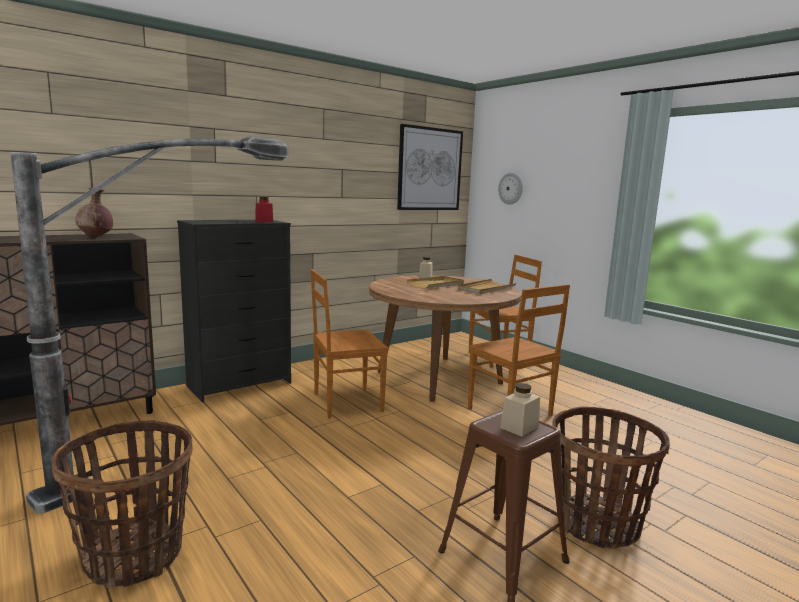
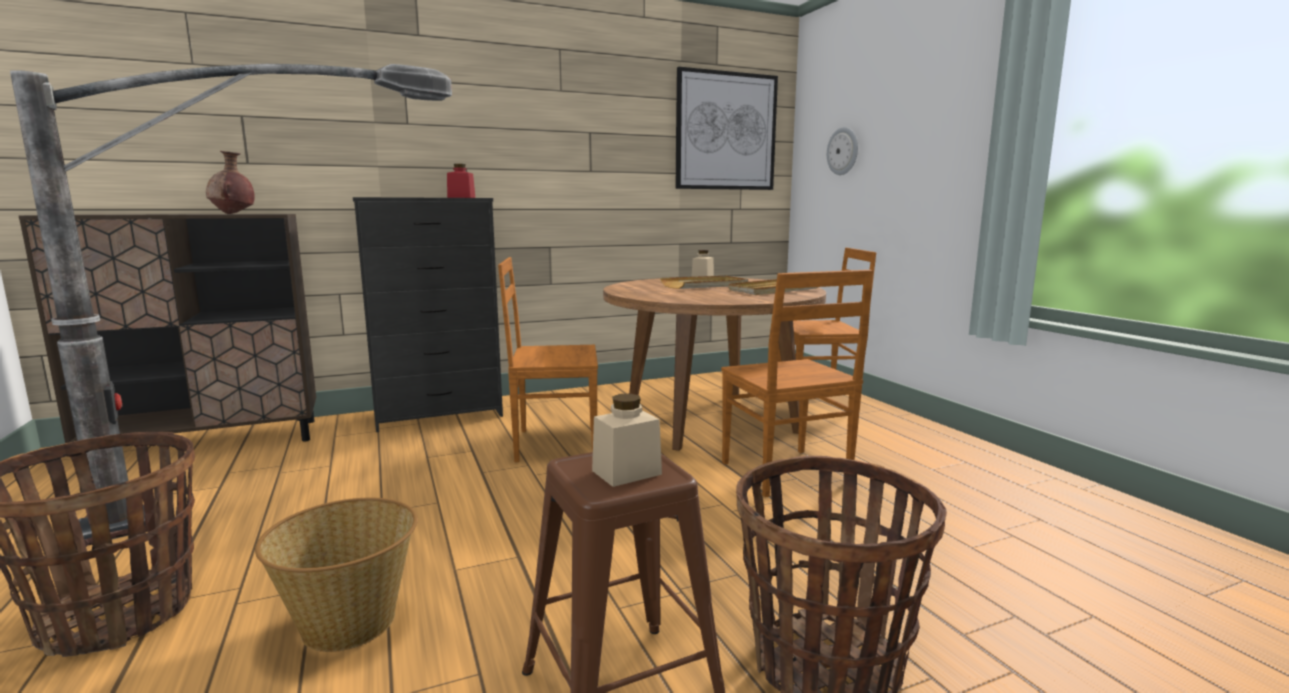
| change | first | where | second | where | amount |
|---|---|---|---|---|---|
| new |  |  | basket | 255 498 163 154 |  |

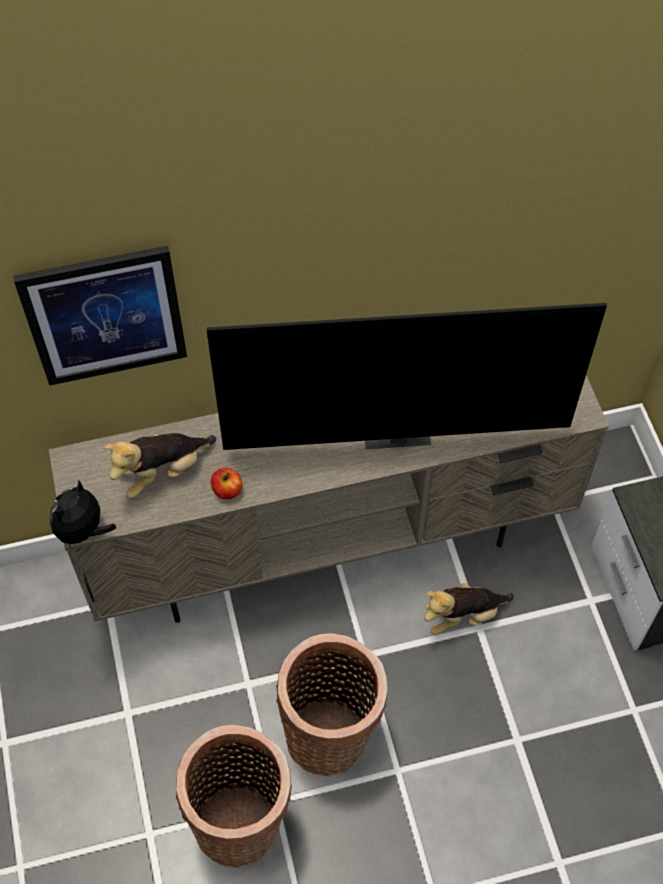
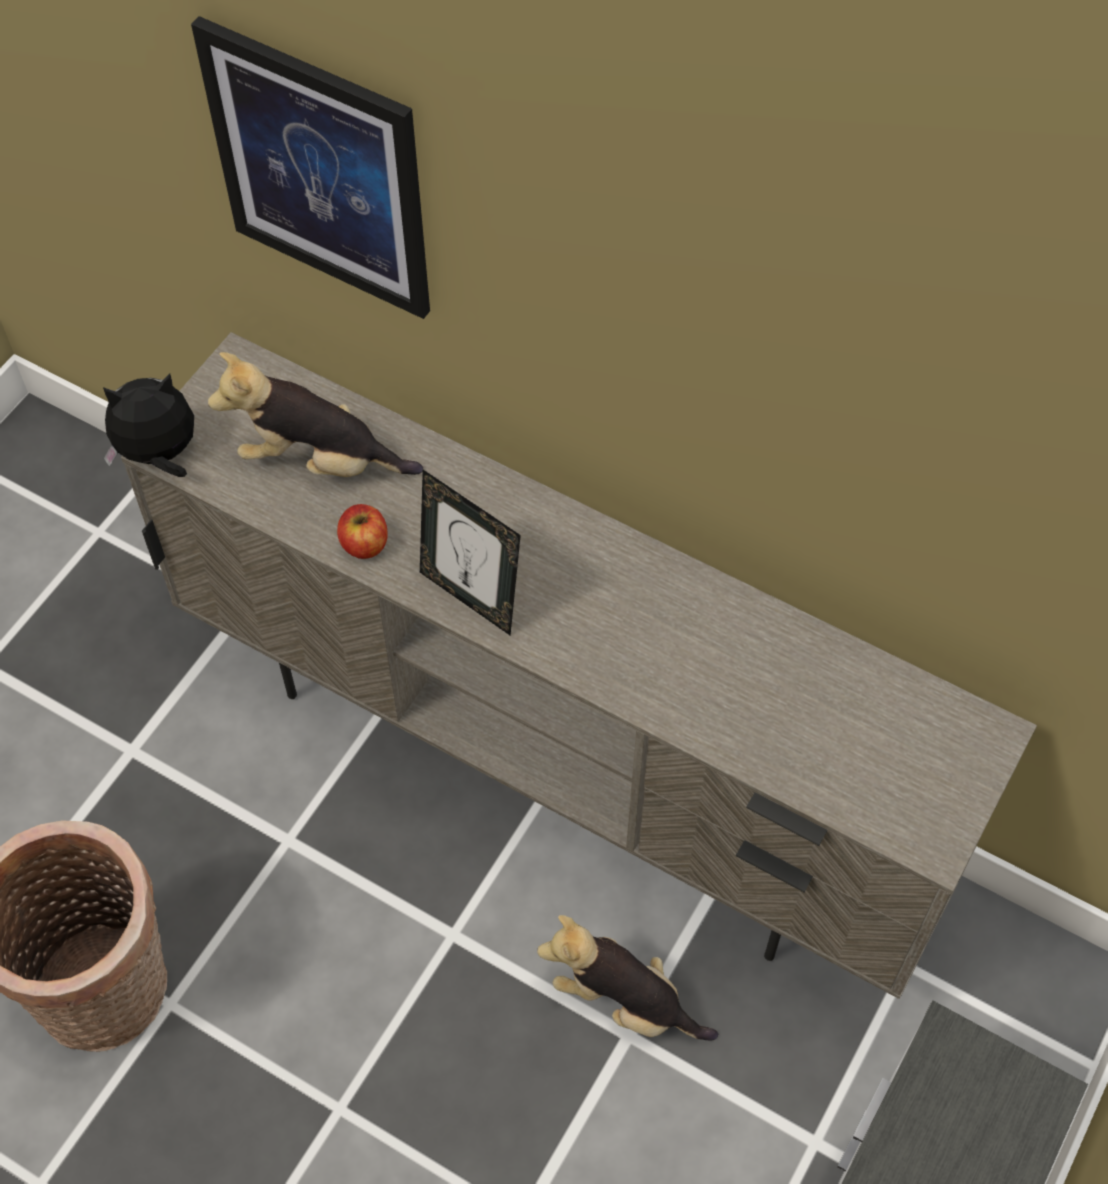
| change | first | where | second | where | amount |
|---|---|---|---|---|---|
| gone | TV set | 207 303 400 147 |  |  |  |
| gone | basket | 276 633 112 143 |  |  |  |
| new |  |  | picture frame | 420 470 101 166 |  |

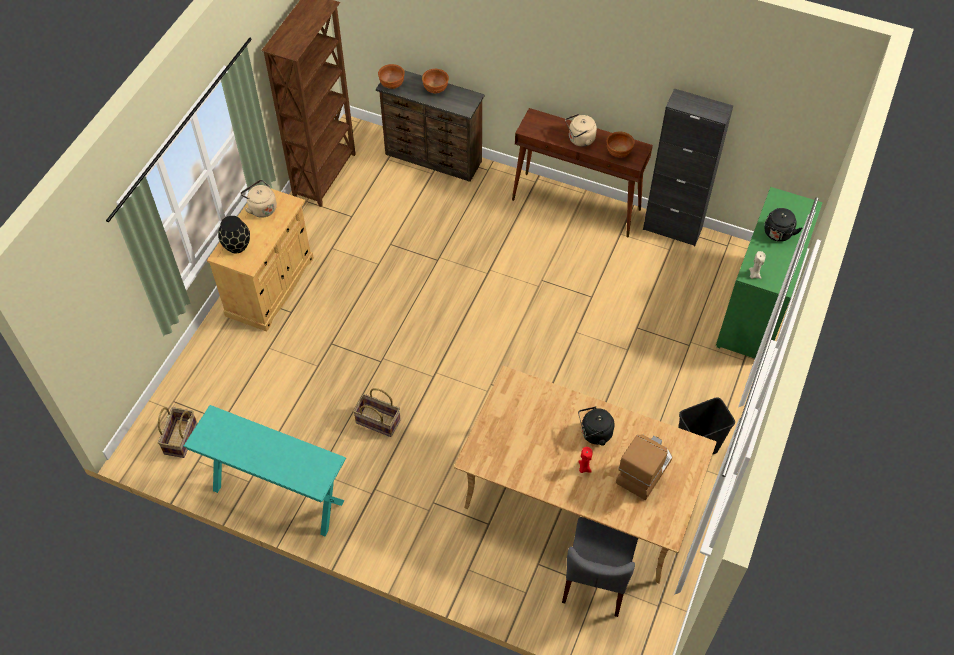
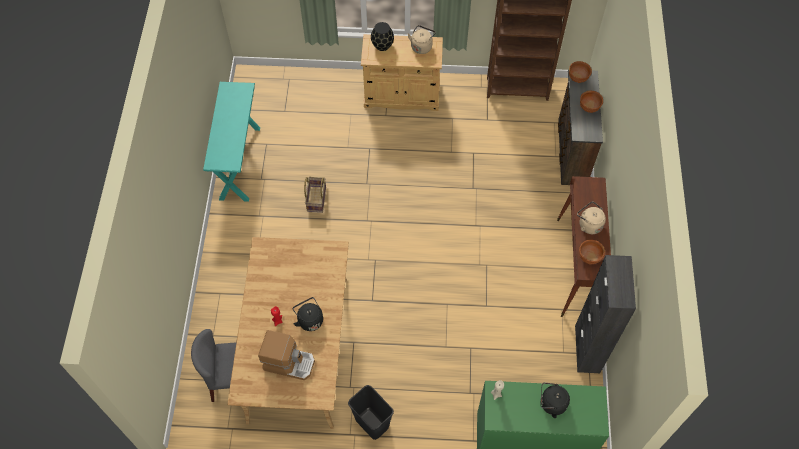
| change | first | where | second | where | amount |
|---|---|---|---|---|---|
| gone | basket | 158 407 39 51 |  |  |  |

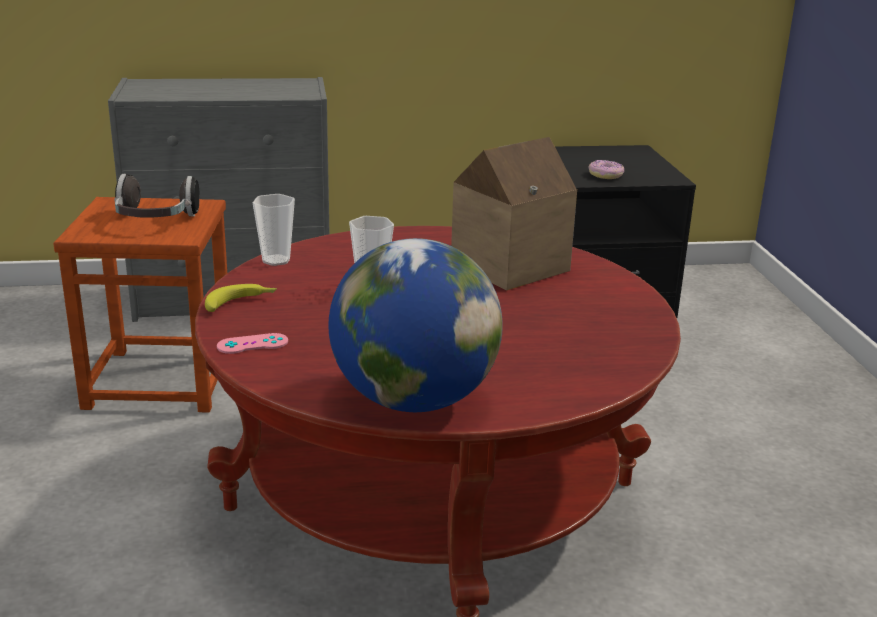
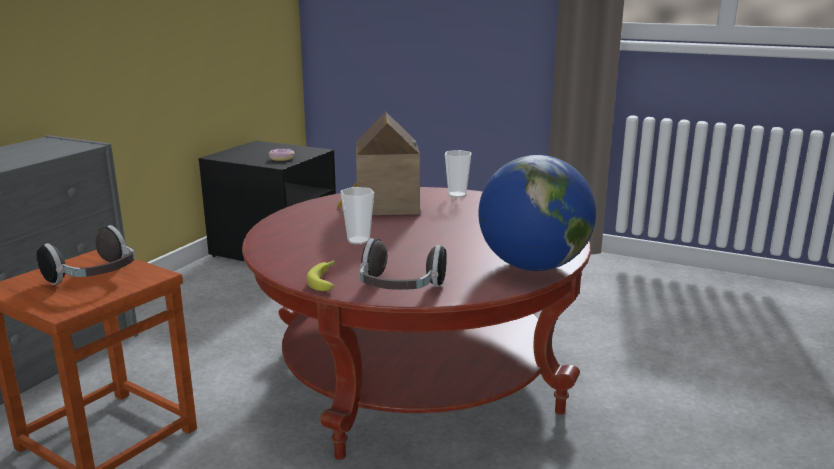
| change | first | where | second | where | amount |
|---|---|---|---|---|---|
| shifted | cup | 253 194 42 72 |  | 445 150 27 47 |  |
| swapped | pinkish game controller | 217 333 71 21 | headset | 360 238 87 52 |  |

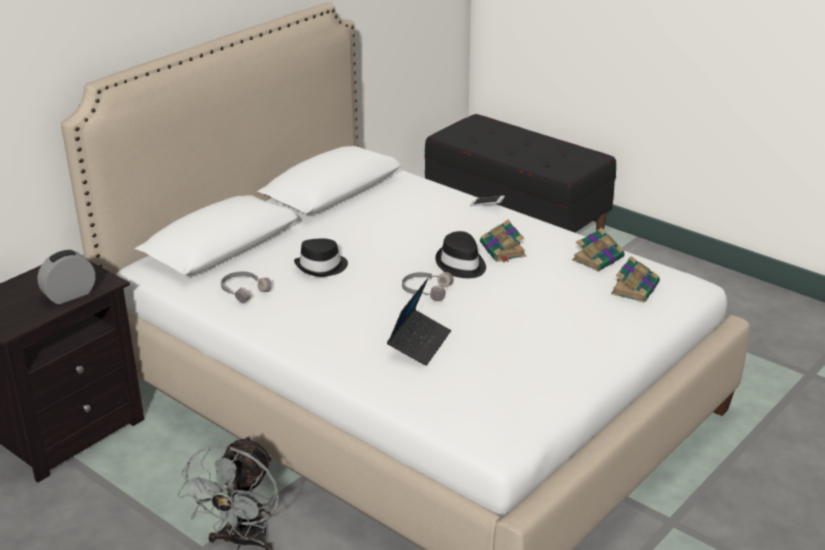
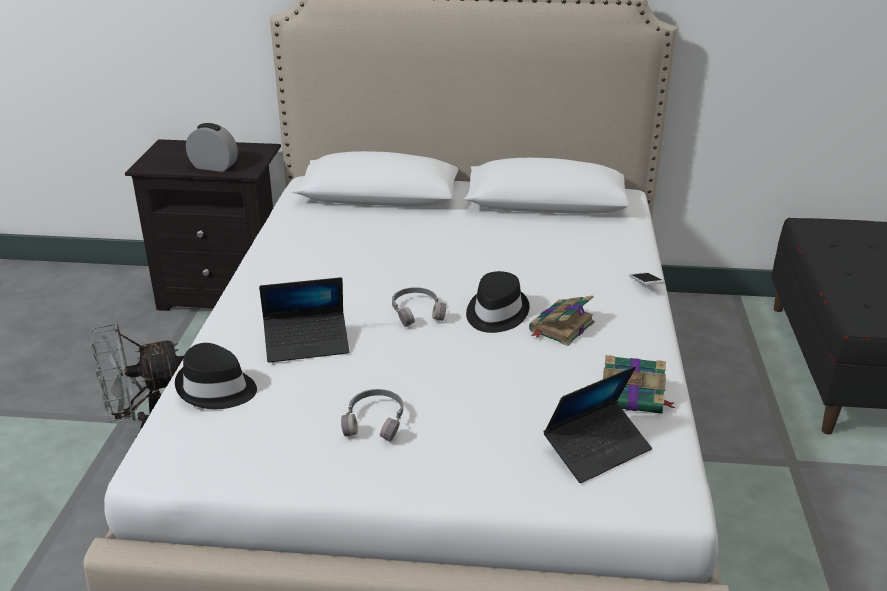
| change | first | where | second | where | amount |
|---|---|---|---|---|---|
| shifted | black clothing hat | 294 238 54 39 |  | 175 343 82 66 |  |
| swapped | book | 611 256 49 47 | notebook computer | 543 366 109 117 |  |
| shifted | grey headset | 221 272 50 31 |  | 341 389 62 53 |  |

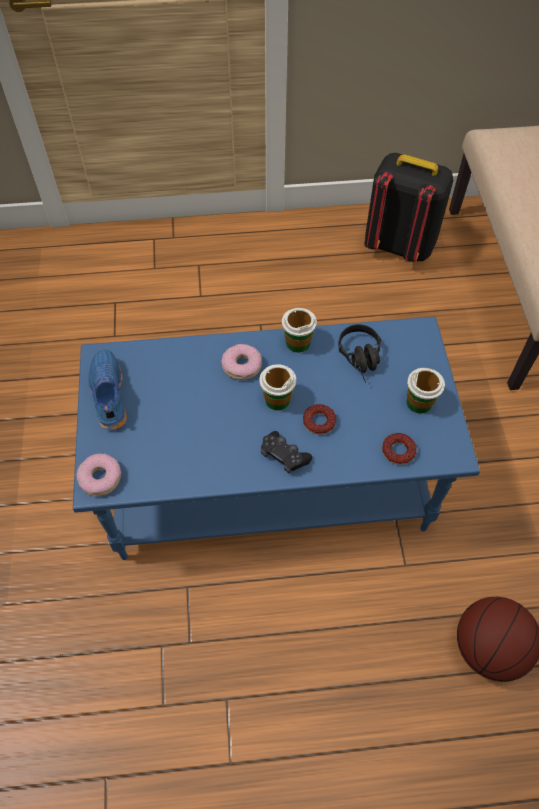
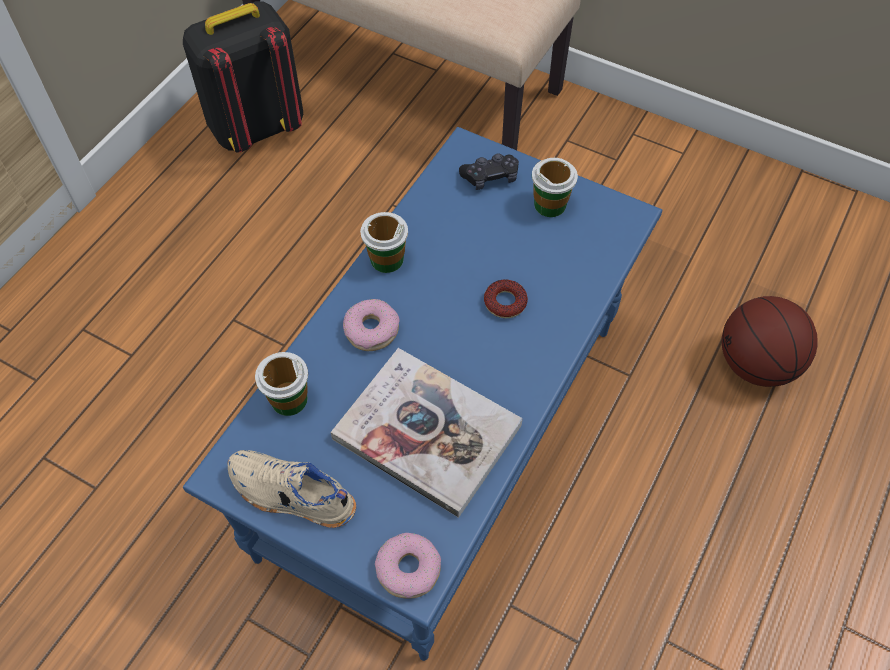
| change | first | where | second | where | amount |
|---|---|---|---|---|---|
| gone | black headset | 338 324 43 59 |  |  |  |
| repainted | blue low shoe | 88 349 39 81 | beige-coloured low shoe | 228 450 128 78 |  |
| shifted | cup | 259 364 37 47 |  | 255 352 53 64 |  |
| shifted | black game controller | 261 431 51 42 |  | 459 153 60 37 |  |
| gone | ring doughnut | 382 433 35 32 |  |  |  |
| new |  |  | book | 331 348 192 170 |  |

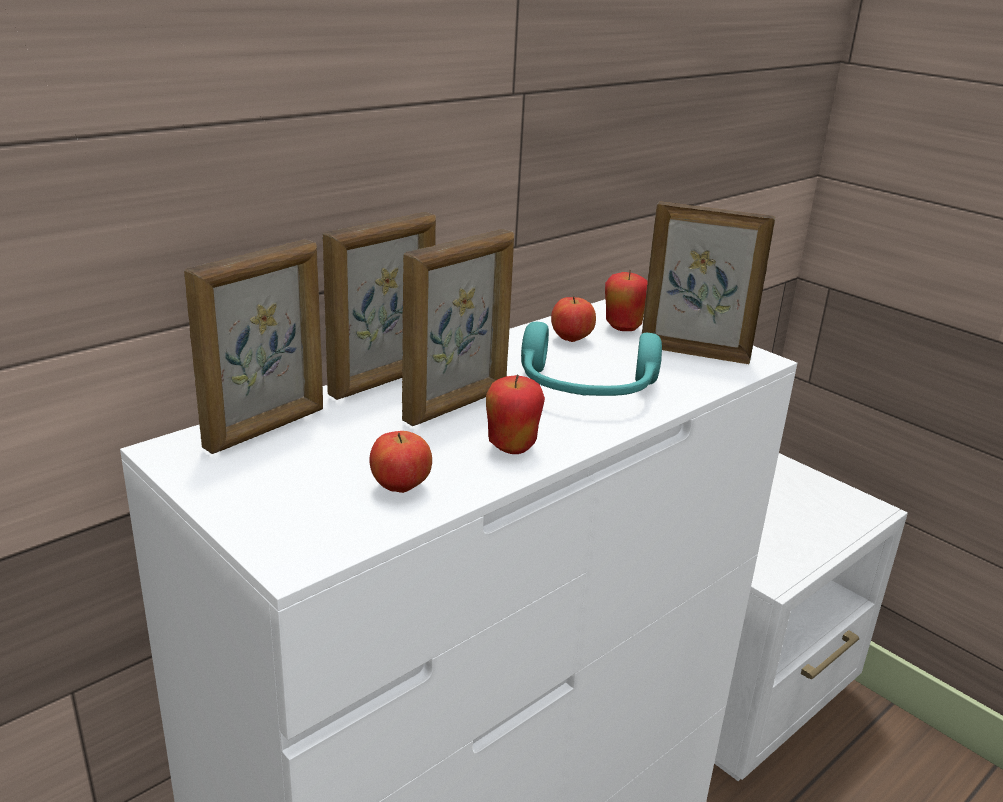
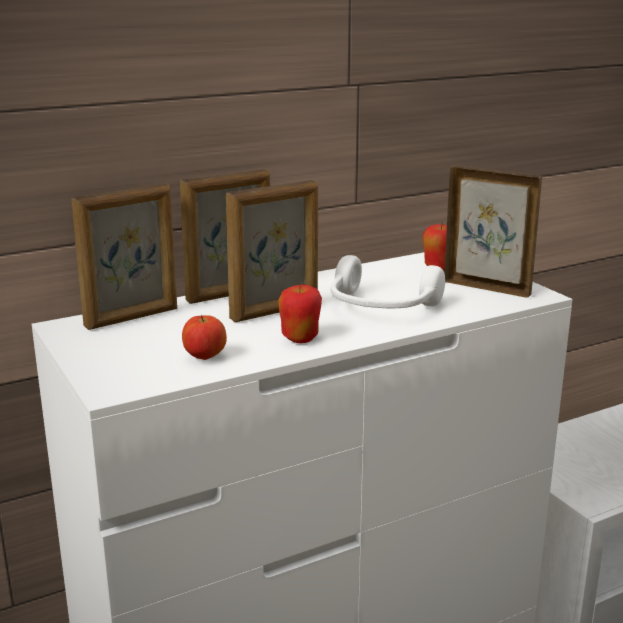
| change | first | where | second | where | amount |
|---|---|---|---|---|---|
| gone | apple fruit | 551 297 45 45 |  |  |  |
| repainted | turquoise-coloured headset | 521 322 141 74 | white headset | 331 255 114 53 |  |

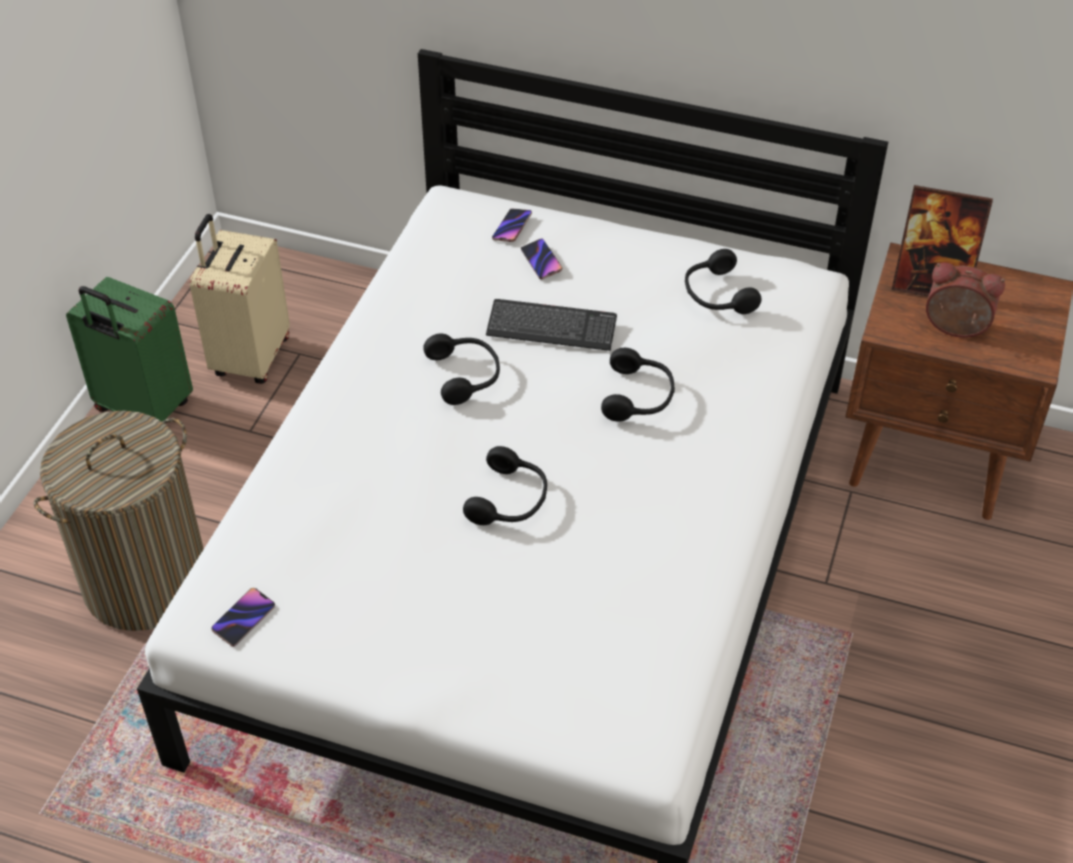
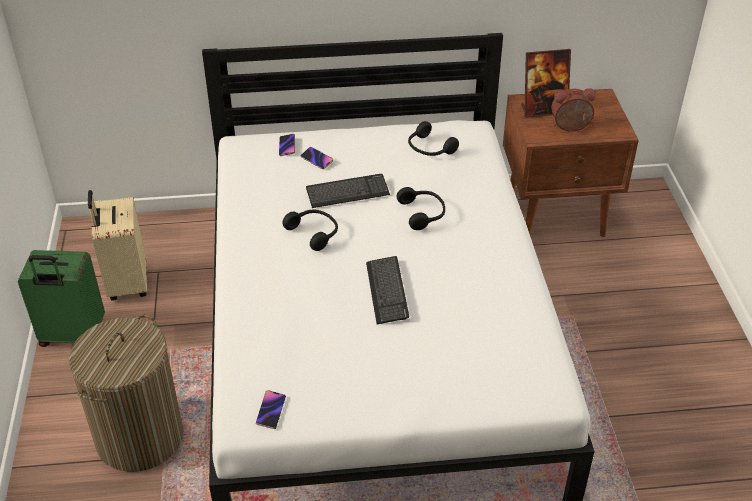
| change | first | where | second | where | amount |
|---|---|---|---|---|---|
| swapped | black headset | 463 446 84 79 | PC keyboard | 366 256 43 68 |  |

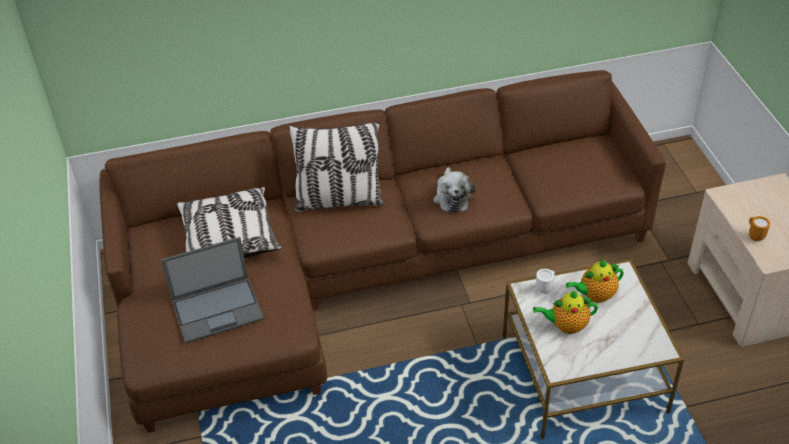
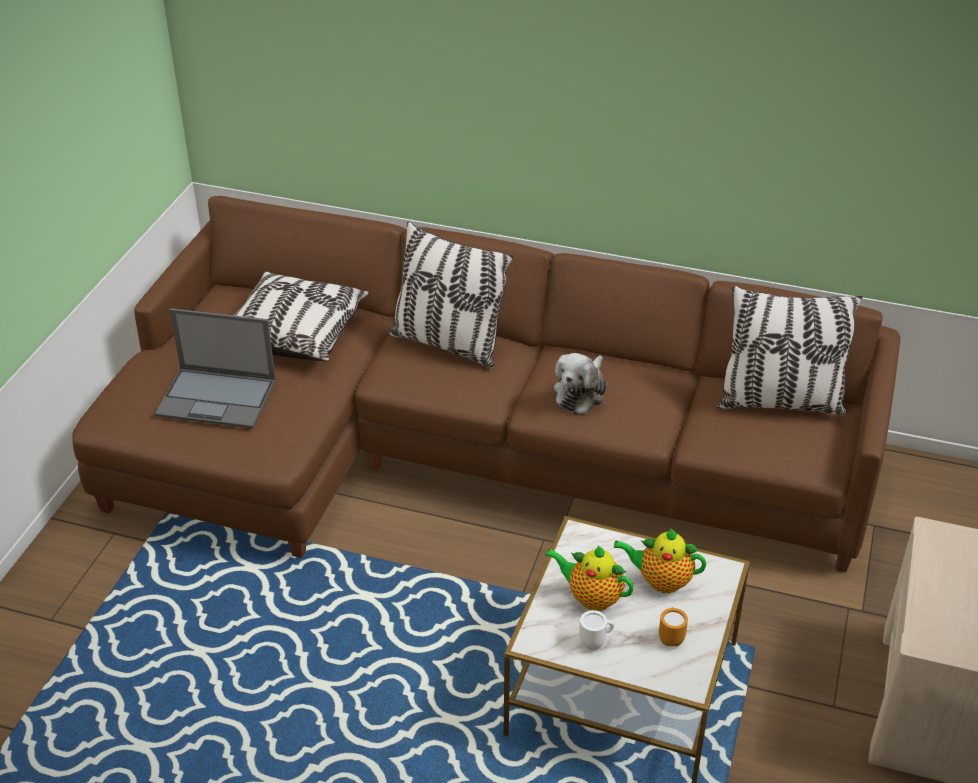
| change | first | where | second | where | amount |
|---|---|---|---|---|---|
| shifted | orange coffee mug | 749 216 21 25 |  | 659 607 29 39 |  |
| shifted | white coffee mug | 536 269 19 25 |  | 579 610 35 40 |  |
| new |  |  | cushion | 717 285 145 131 |  |

